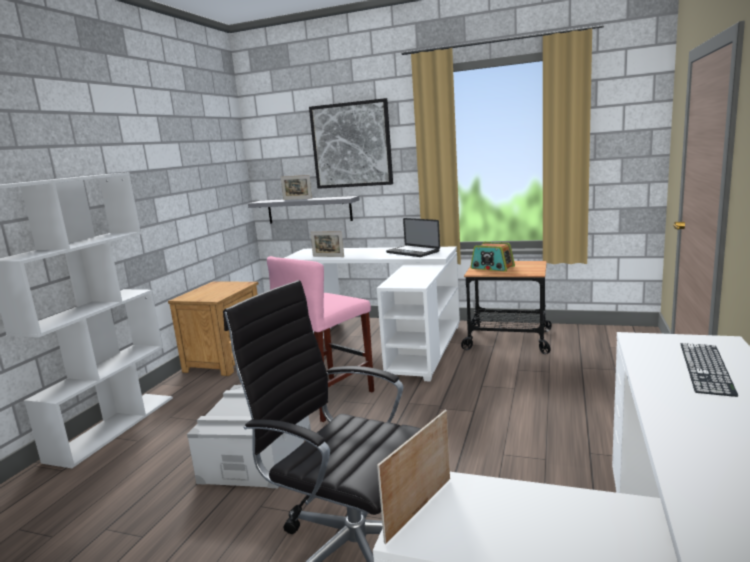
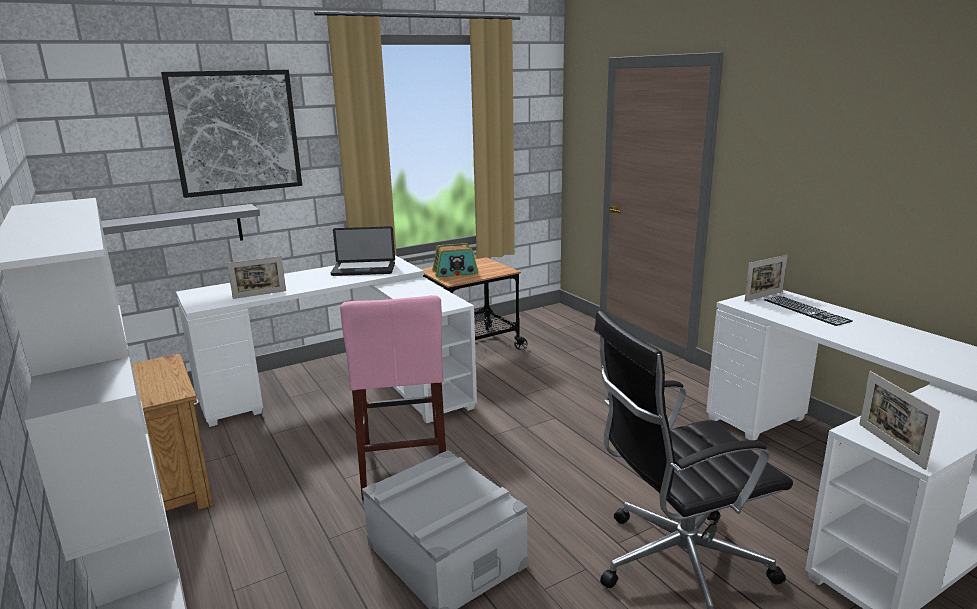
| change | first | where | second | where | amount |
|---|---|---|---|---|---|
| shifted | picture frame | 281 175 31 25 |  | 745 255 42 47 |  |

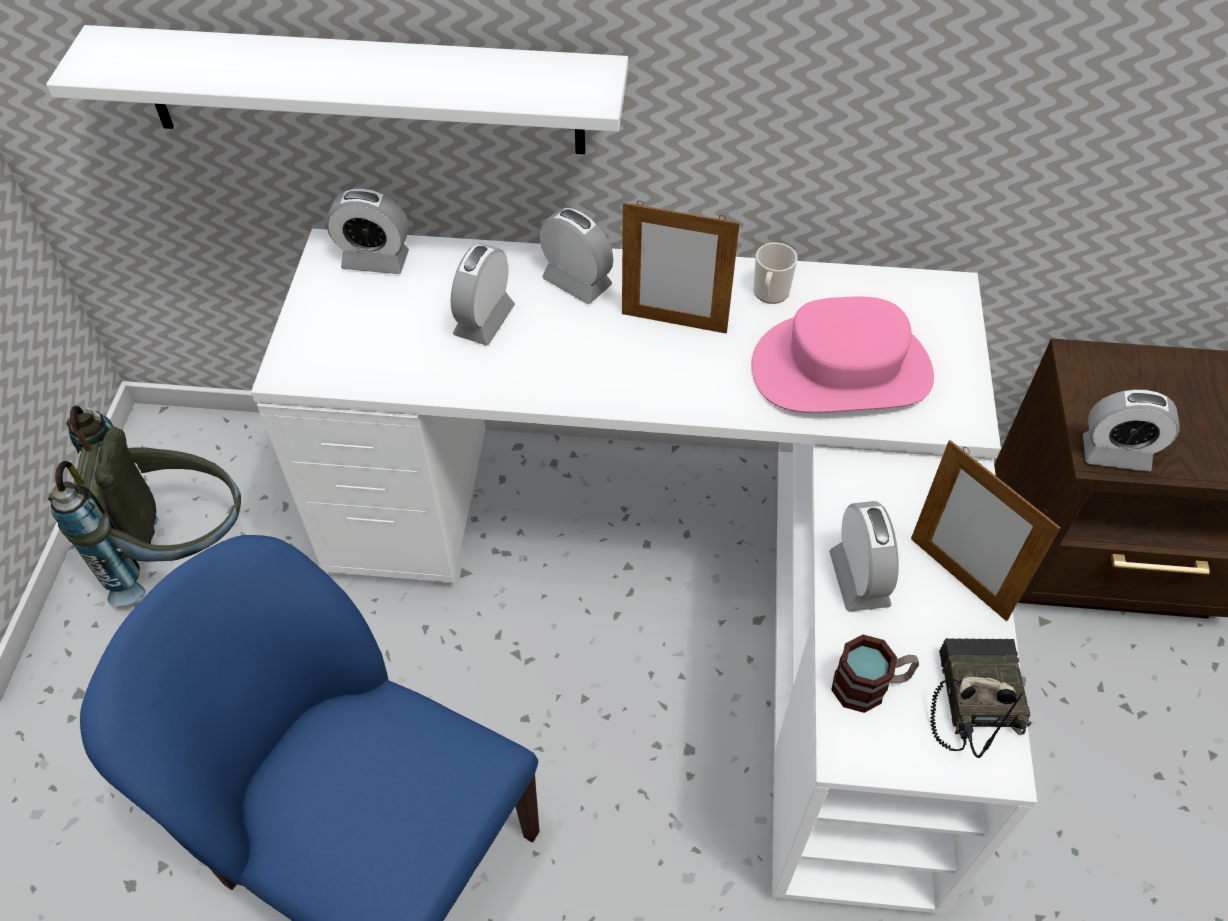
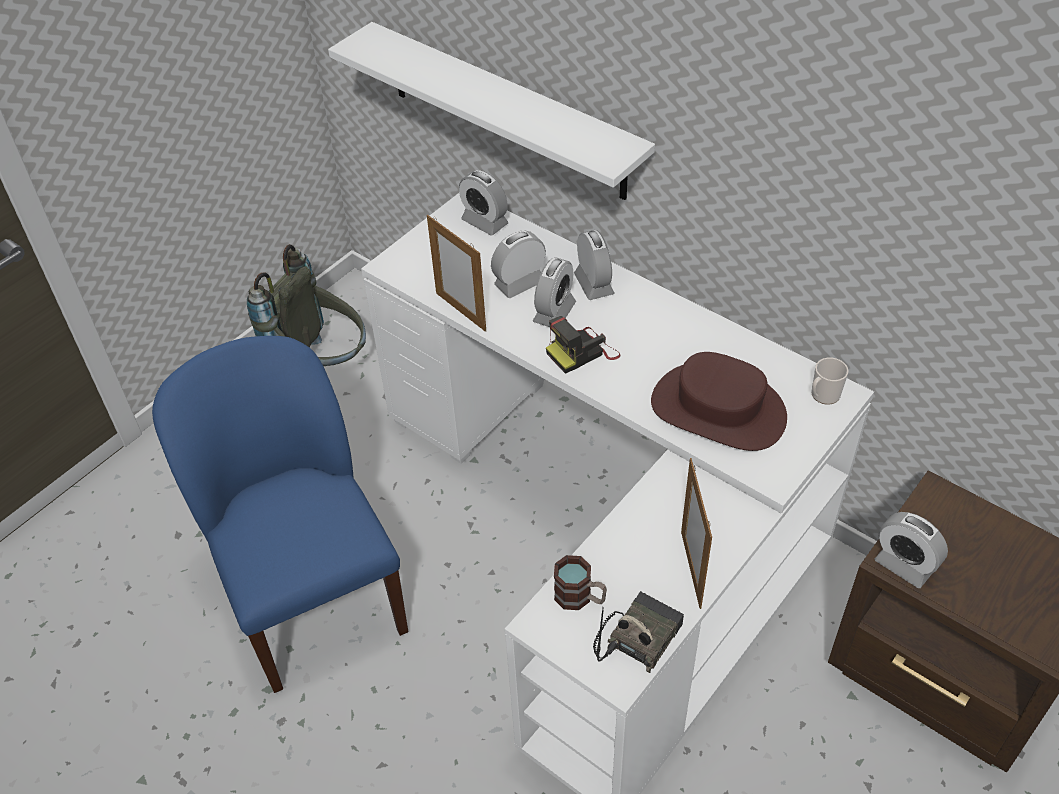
| change | first | where | second | where | amount |
|---|---|---|---|---|---|
| shifted | picture frame | 622 201 118 133 |  | 427 215 59 117 |  |
| shifted | coffee mug | 753 243 45 61 |  | 811 358 37 47 |  |
| repainted | pinkish clothing hat | 751 297 183 116 | brown clothing hat | 651 352 136 99 |  |
| shifted | alarm clock | 829 501 70 111 |  | 533 257 43 70 |  |
| new |  |  | still camera | 546 316 75 58 |  |

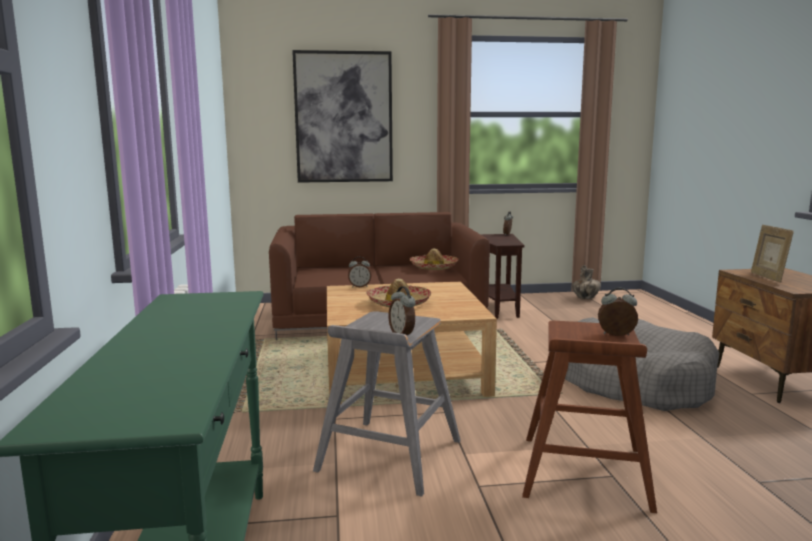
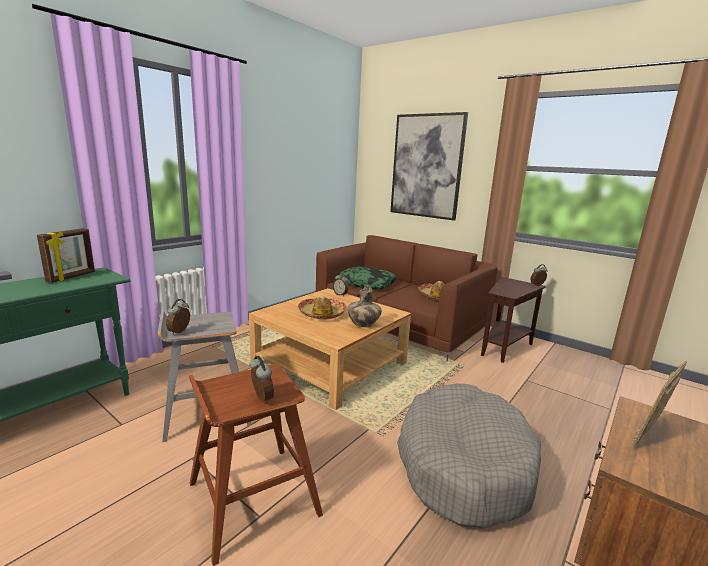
| change | first | where | second | where | amount |
|---|---|---|---|---|---|
| shifted | flower vase | 572 265 29 34 |  | 347 285 35 42 |  |
| new |  |  | picture frame | 37 228 58 55 |  |
| new |  |  | cushion | 339 266 58 24 |  |

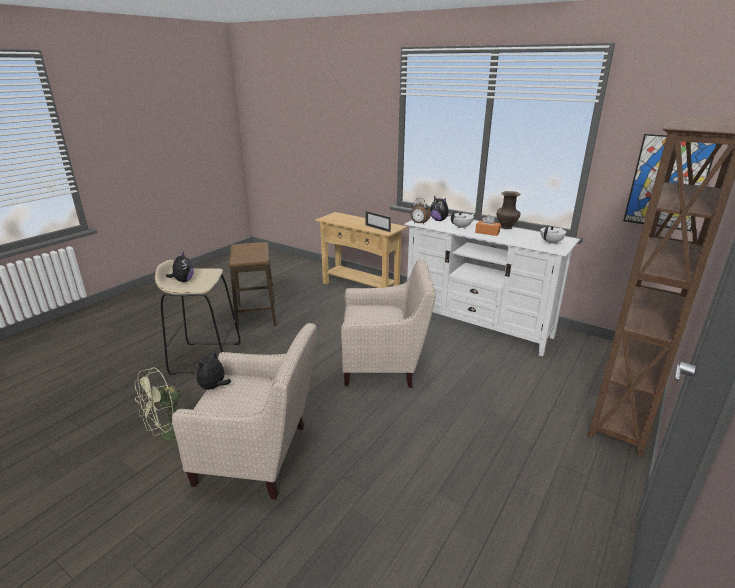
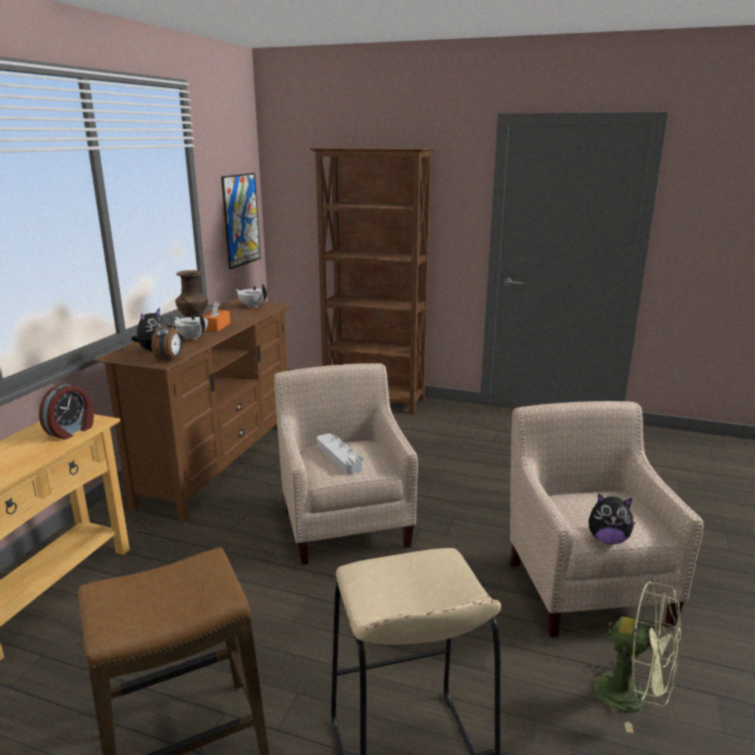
| change | first | where | second | where | amount |
|---|---|---|---|---|---|
| swapped | picture frame | 366 211 25 21 | alarm clock | 39 384 55 56 |  |
| repainted | white media console | 404 216 176 141 | brown media console | 94 299 197 223 |  |
| gone | plush toy | 166 252 28 30 |  |  |  |
| new |  |  | grey serving tray | 317 433 47 41 |  |

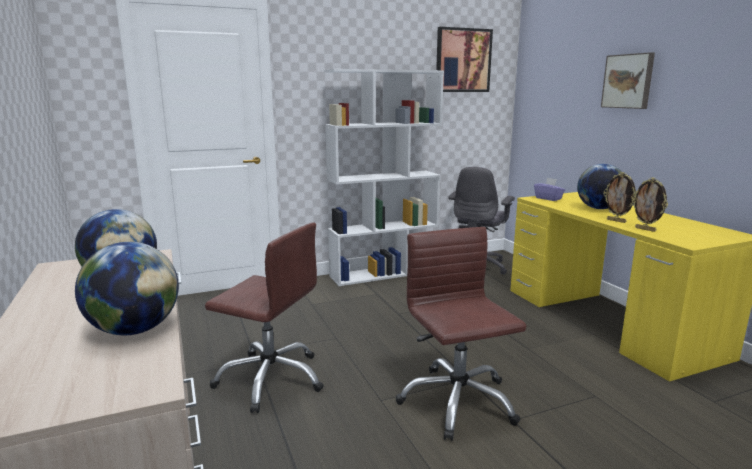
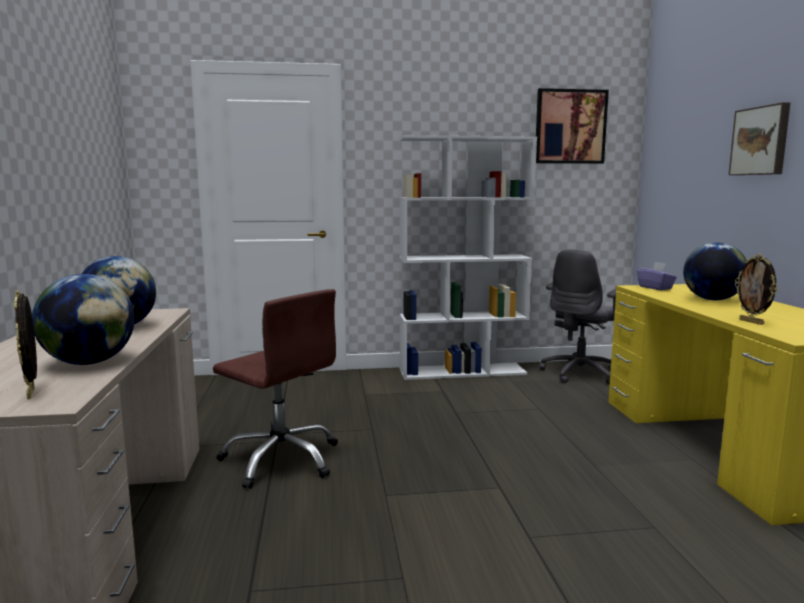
| change | first | where | second | where | amount |
|---|---|---|---|---|---|
| shifted | picture frame | 604 172 32 51 |  | 14 290 23 109 |  |
| gone | brown office chair | 396 227 130 214 |  |  |  |

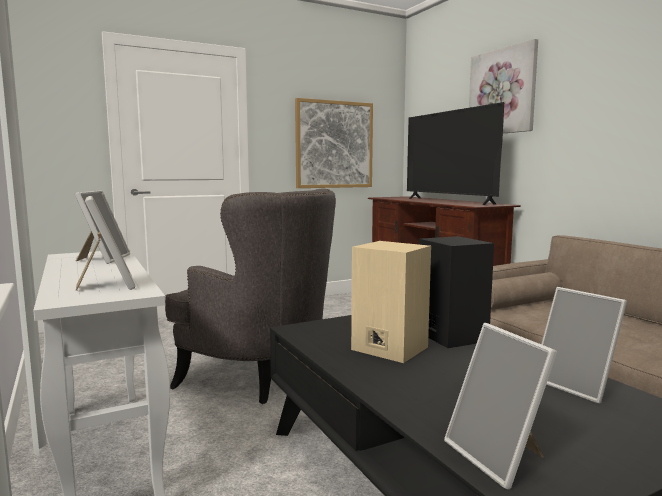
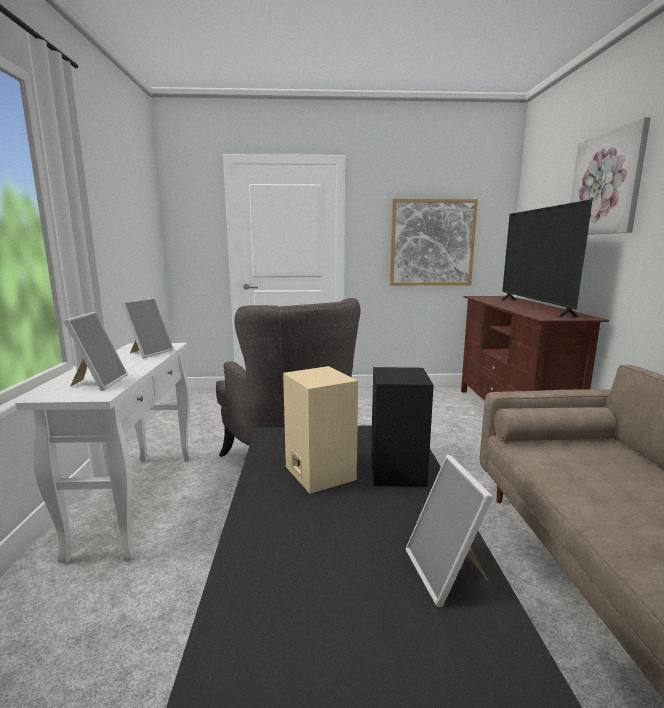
| change | first | where | second | where | amount |
|---|---|---|---|---|---|
| gone | picture frame | 444 323 113 166 |  |  |  |

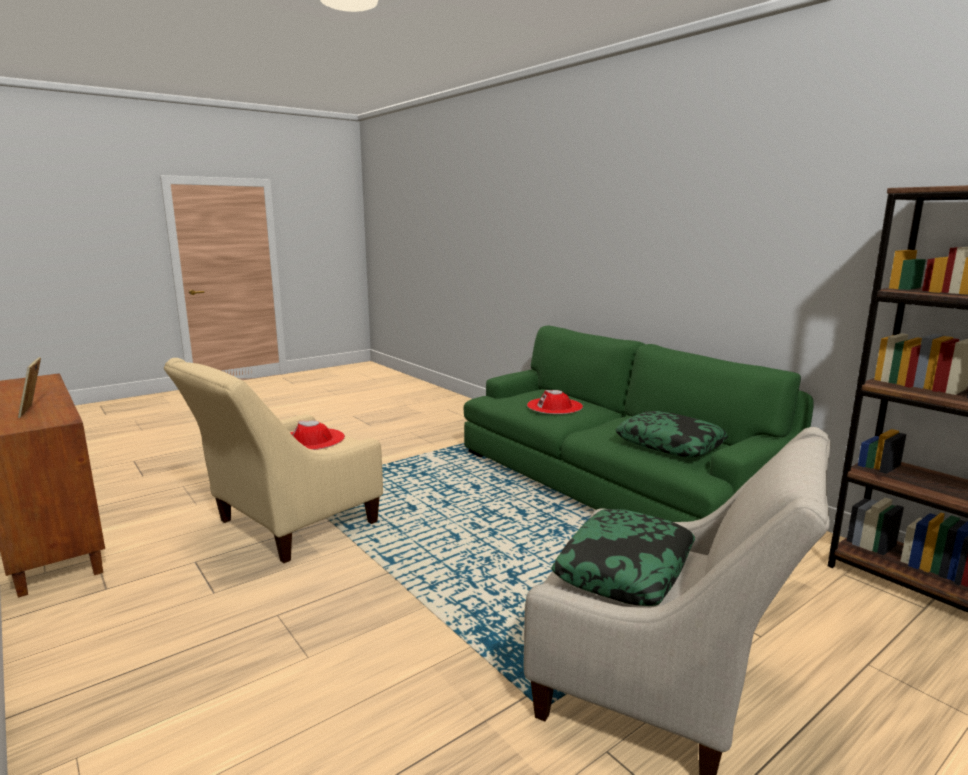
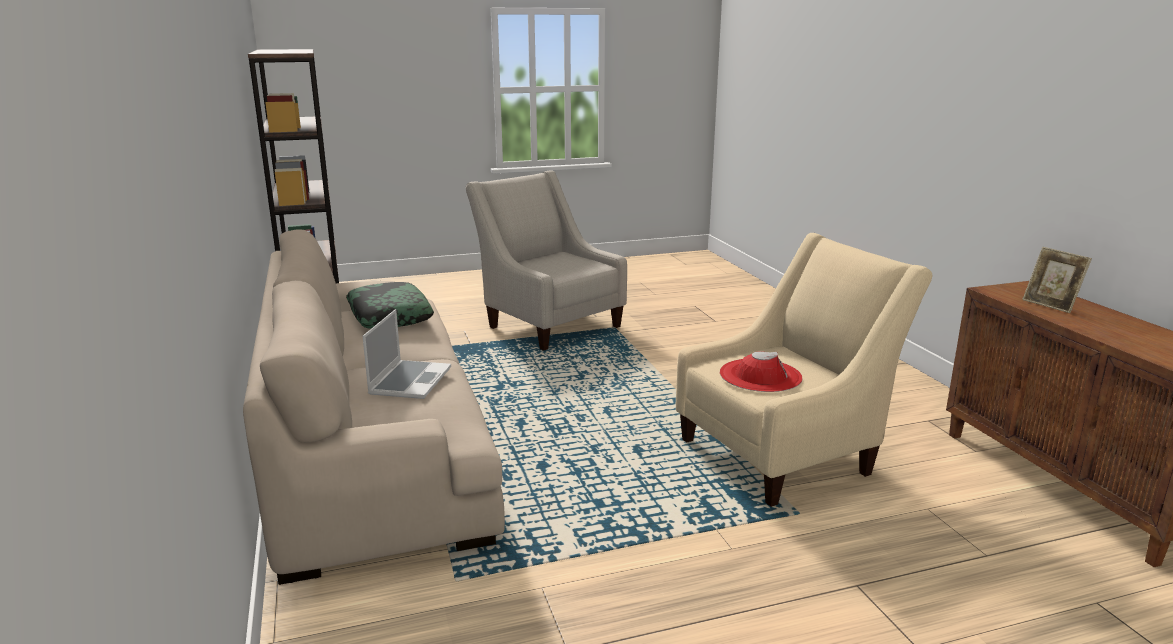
| change | first | where | second | where | amount |
|---|---|---|---|---|---|
| repainted | green settee | 464 326 350 196 | beige-coloured settee | 243 229 262 356 |  |
| rotated | picture frame | 18 357 23 61 |  | 1022 247 70 66 | 150 degrees clockwise |
| swapped | red-coloured clothing hat | 527 390 56 24 | notebook computer | 363 309 88 90 |  |
| gone | cushion | 551 509 144 97 |  |  |  |

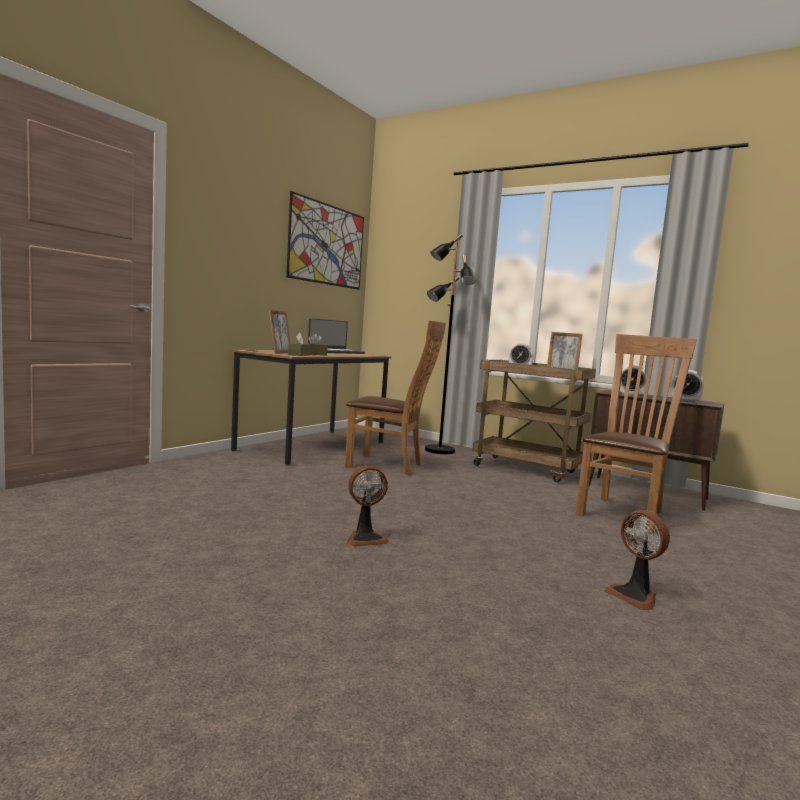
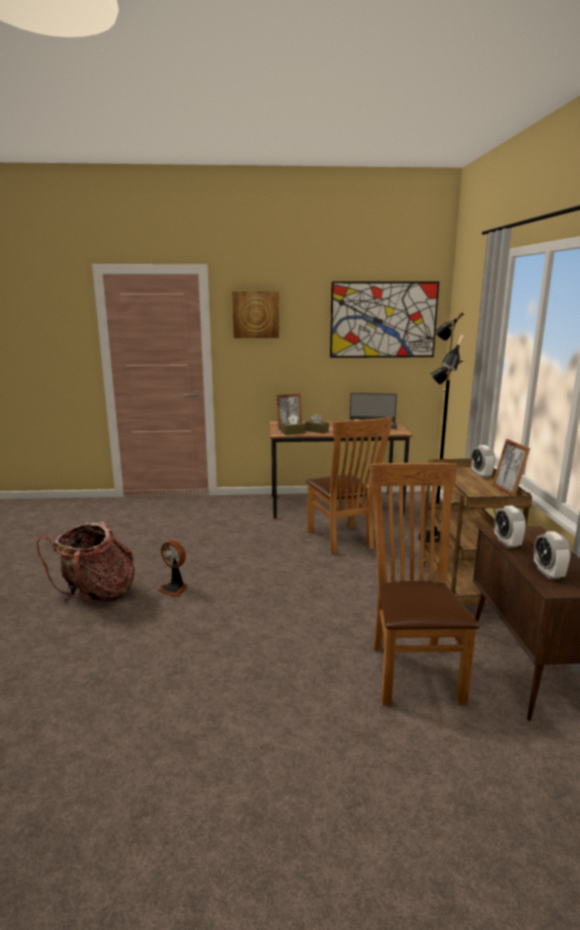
| change | first | where | second | where | amount |
|---|---|---|---|---|---|
| rotated | brown upright chair | 576 334 121 200 |  | 370 463 110 243 | 90 degrees counterclockwise |
| gone | cooling fan | 604 510 66 100 |  |  |  |
| new |  |  | wall art | 232 291 47 47 |  |
| new |  |  | rucksack | 37 521 97 85 |  |

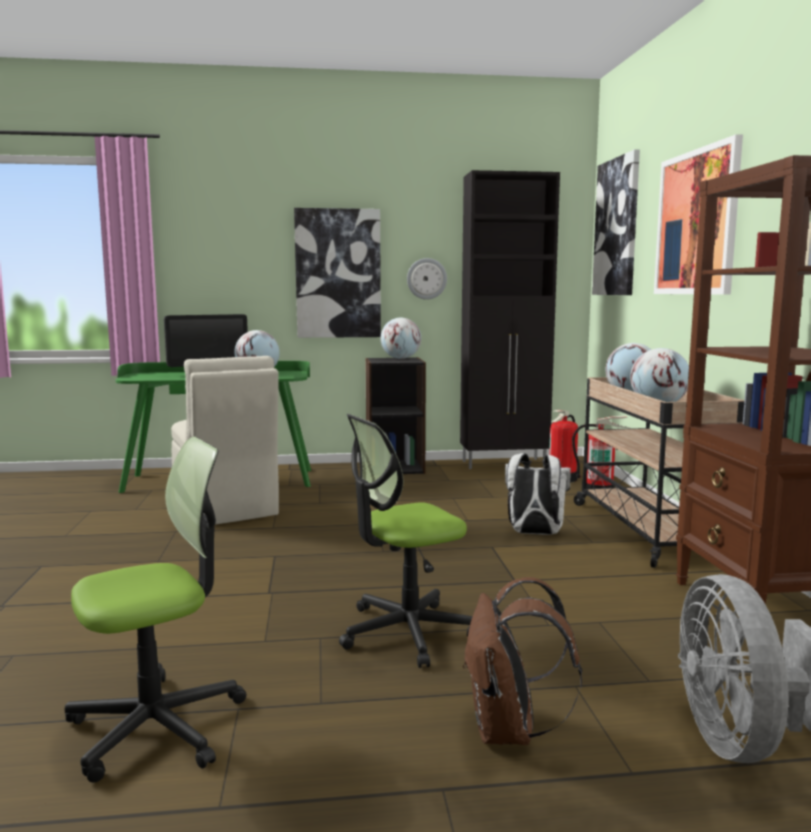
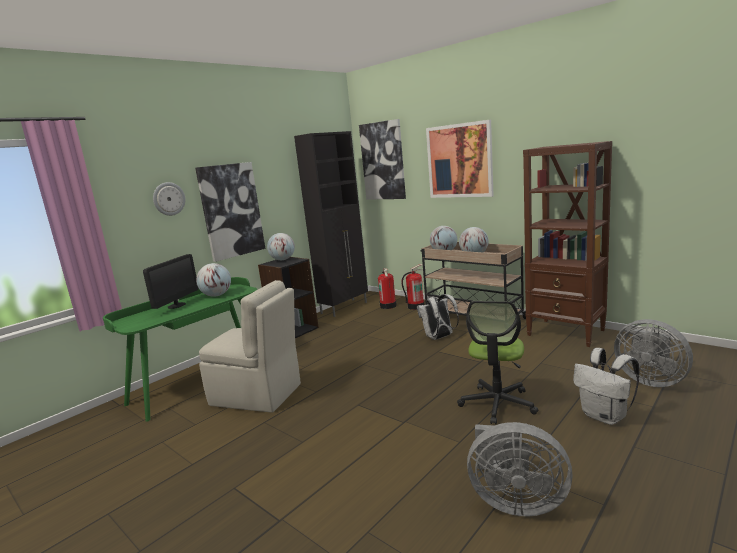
| change | first | where | second | where | amount |
|---|---|---|---|---|---|
| shifted | hanging clock | 407 258 40 41 |  | 153 182 32 34 |  |
| swapped | office chair | 65 437 181 346 | grey cooling fan | 467 422 105 95 |  |
| repainted | brown rucksack | 463 577 119 168 | white rucksack | 573 348 67 77 |  |

